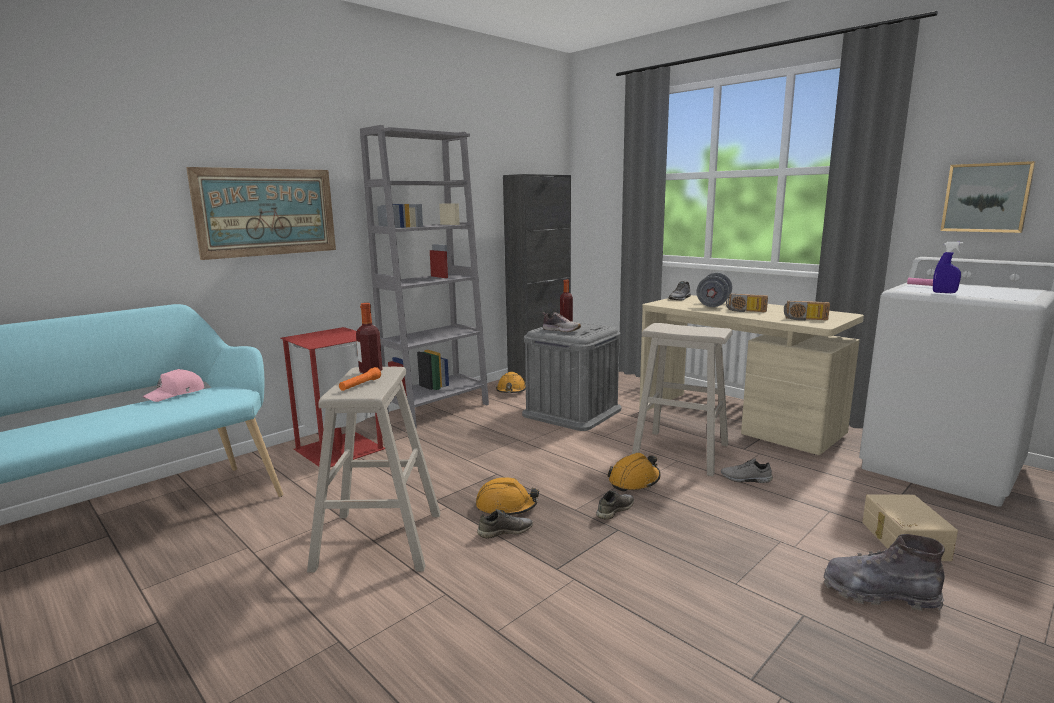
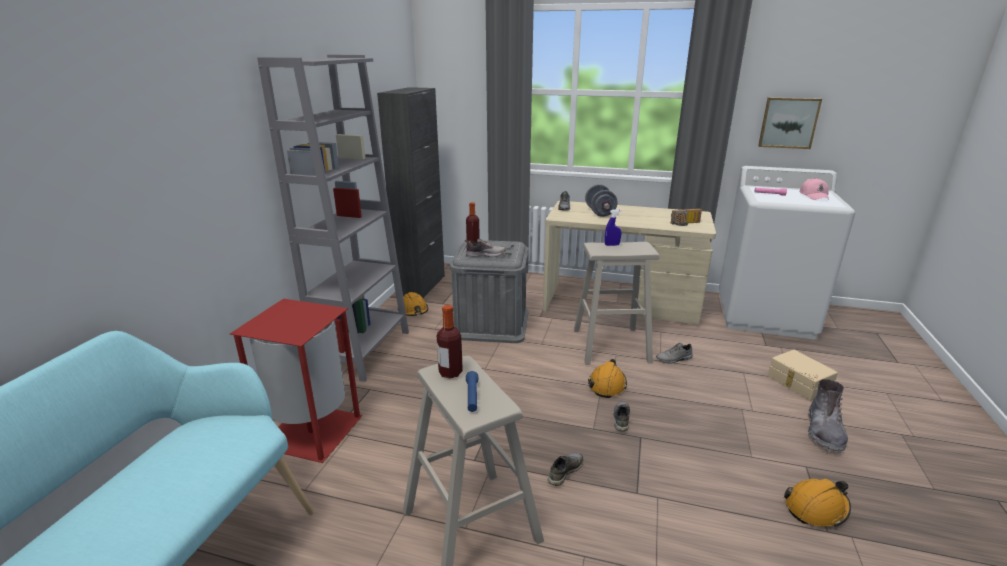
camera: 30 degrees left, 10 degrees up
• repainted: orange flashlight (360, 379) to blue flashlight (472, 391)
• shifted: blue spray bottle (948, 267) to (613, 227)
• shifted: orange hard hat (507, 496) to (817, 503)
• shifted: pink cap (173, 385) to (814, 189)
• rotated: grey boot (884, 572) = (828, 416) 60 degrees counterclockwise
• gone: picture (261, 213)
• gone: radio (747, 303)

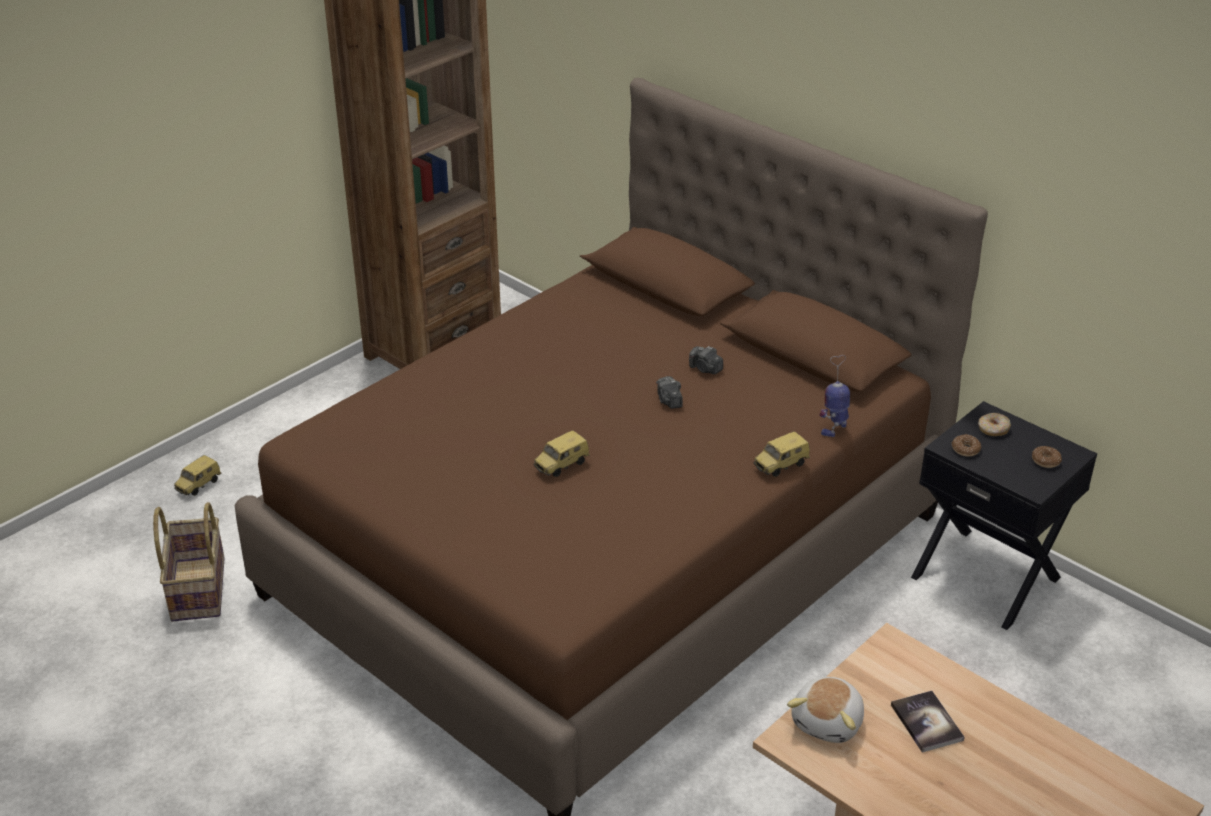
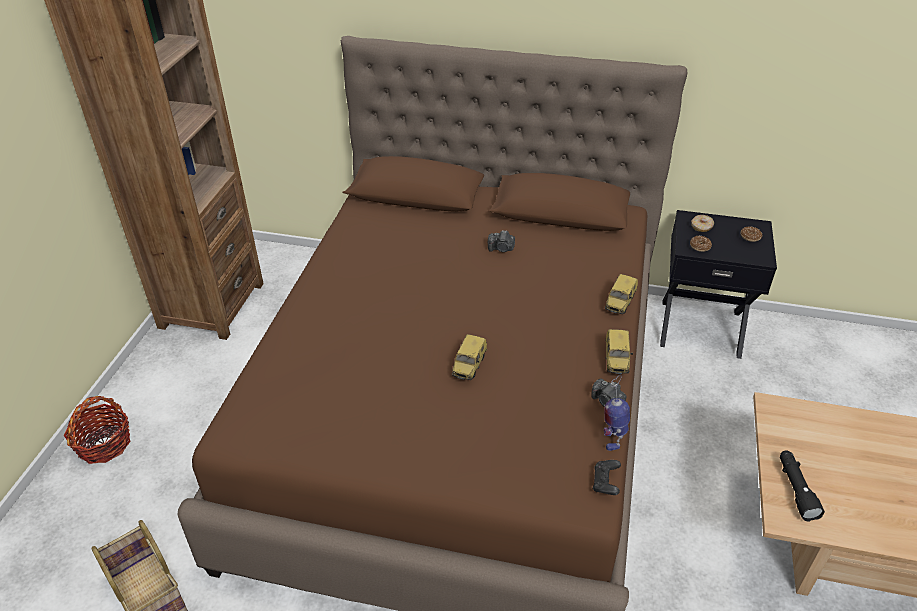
camera: 30 degrees left, 5 degrees up
• new: basket (97, 430)
• shifted: photo camera (669, 392) to (608, 393)
• new: black game controller (607, 477)
• shifted: toy robot (834, 396) to (617, 413)
• shifted: toy car (198, 475) to (619, 351)
• swapped: plush toy (825, 710) to black flashlight (802, 486)
• gone: book (928, 722)

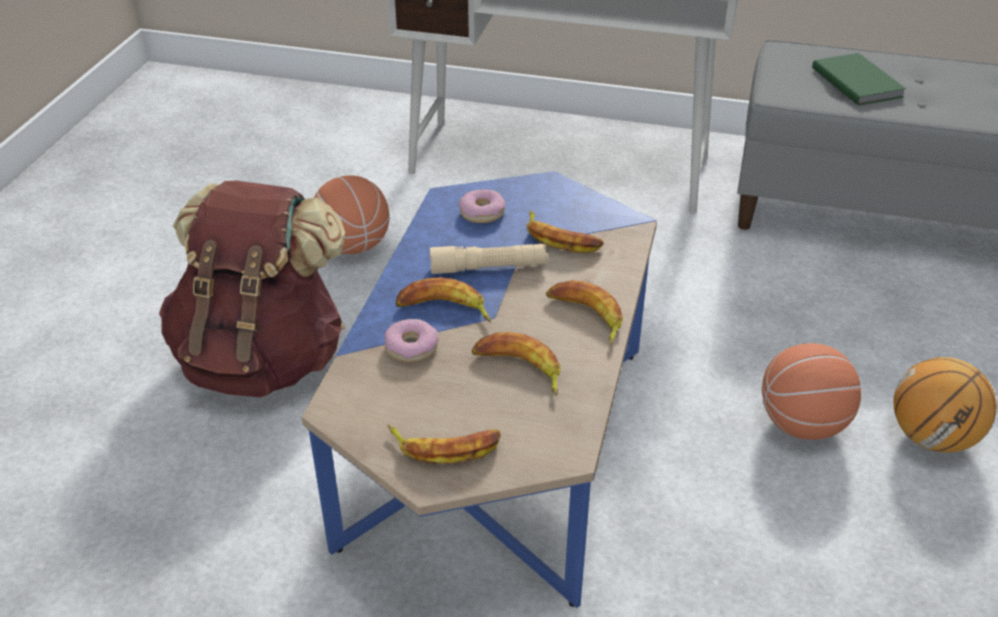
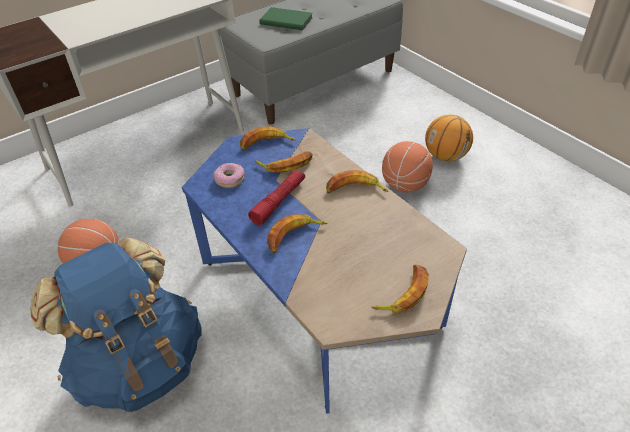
camera: 50 degrees left, 5 degrees up
• repainted: brown backpack (252, 289) to blue backpack (116, 324)
• shifted: banana (516, 364) to (268, 138)
• repainted: beige flashlight (489, 259) to red flashlight (276, 197)
• gone: donut (412, 340)

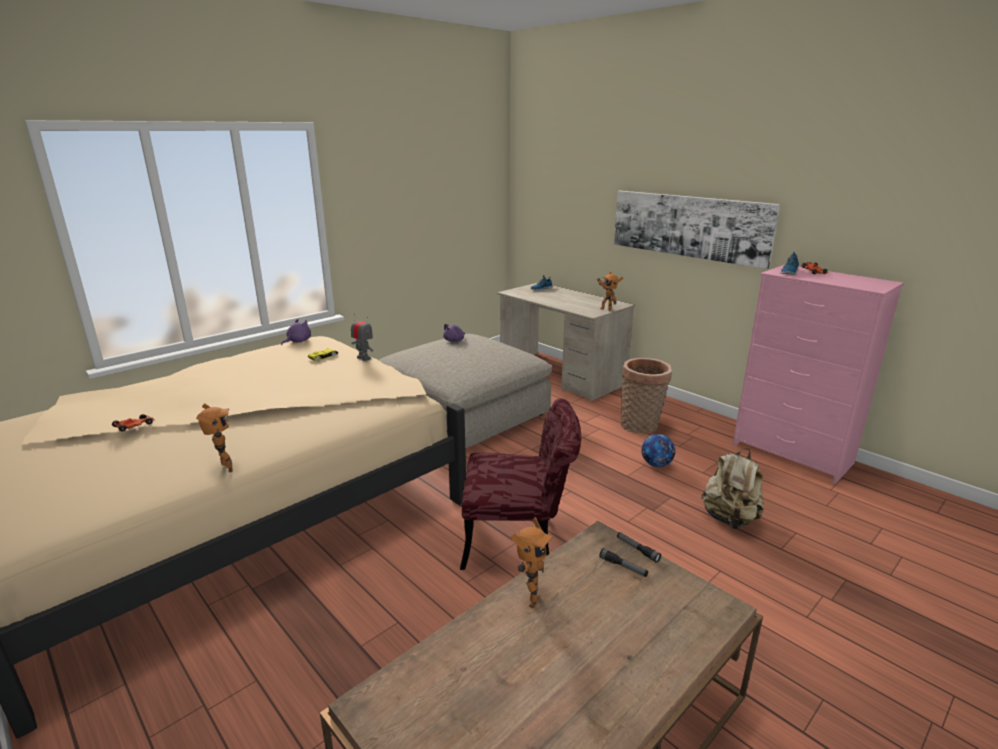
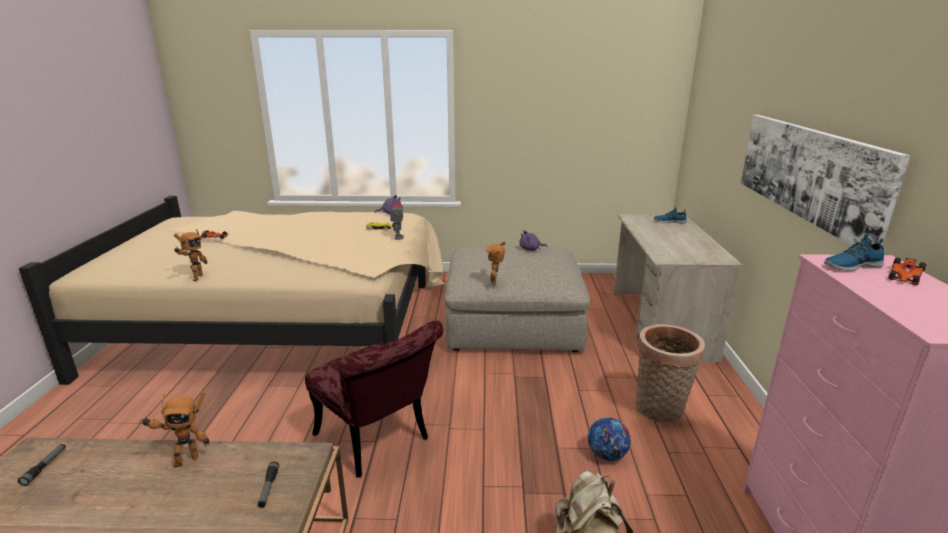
camera: 45 degrees right, 0 degrees up
• shifted: flashlight (639, 547) to (42, 465)
• shifted: toy robot (610, 291) to (495, 264)

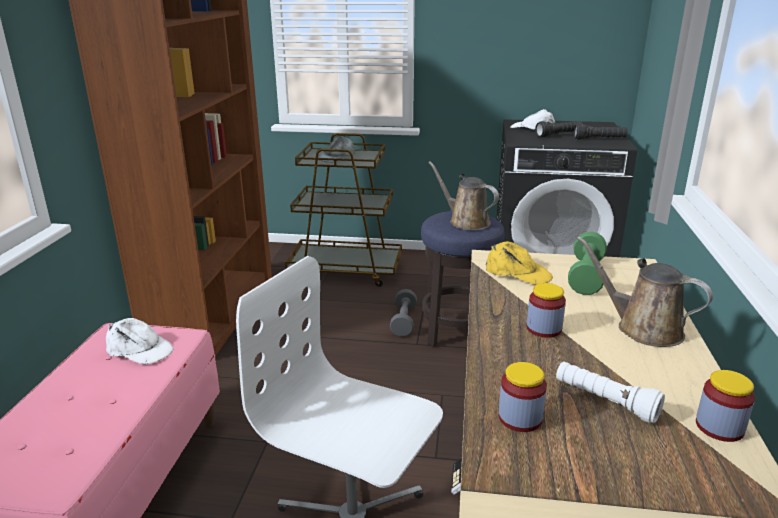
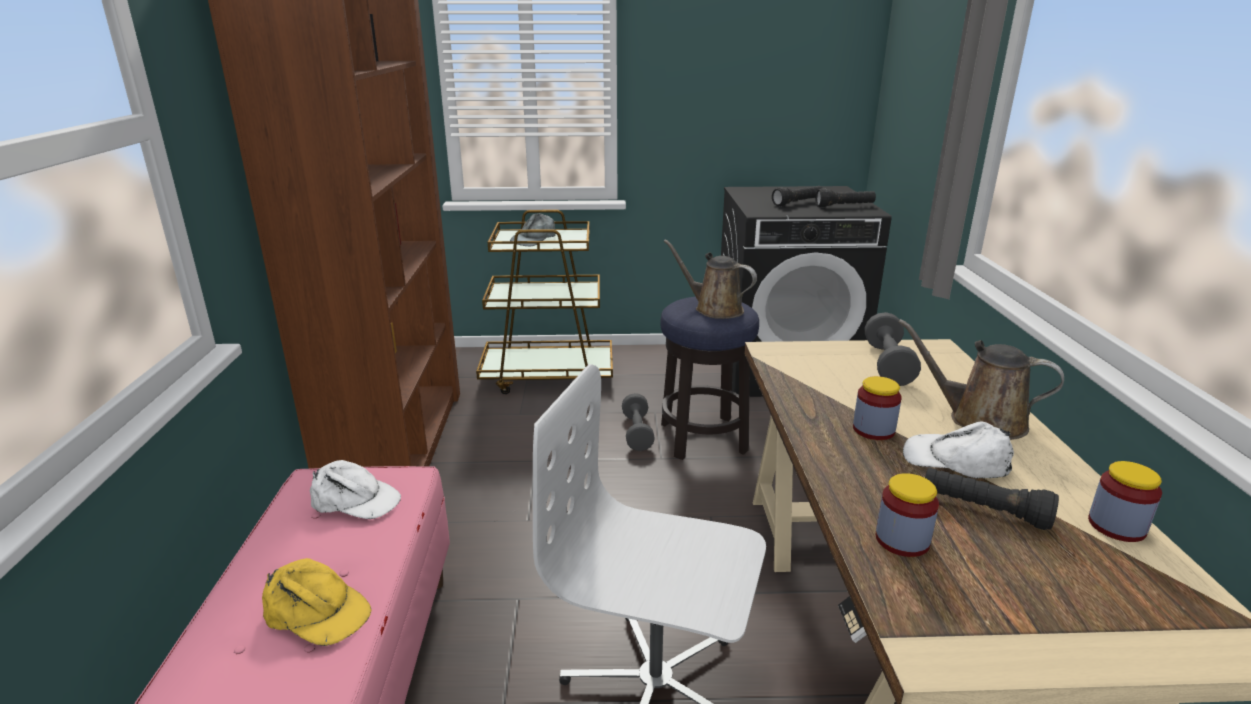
camera: 10 degrees left, 0 degrees up
• shifted: yellow cap (519, 263) to (316, 602)
• repainted: green dumbbell (587, 263) to grey dumbbell (892, 349)
• shifted: white cap (532, 119) to (958, 450)
• repainted: white flashlight (610, 392) to black flashlight (992, 499)

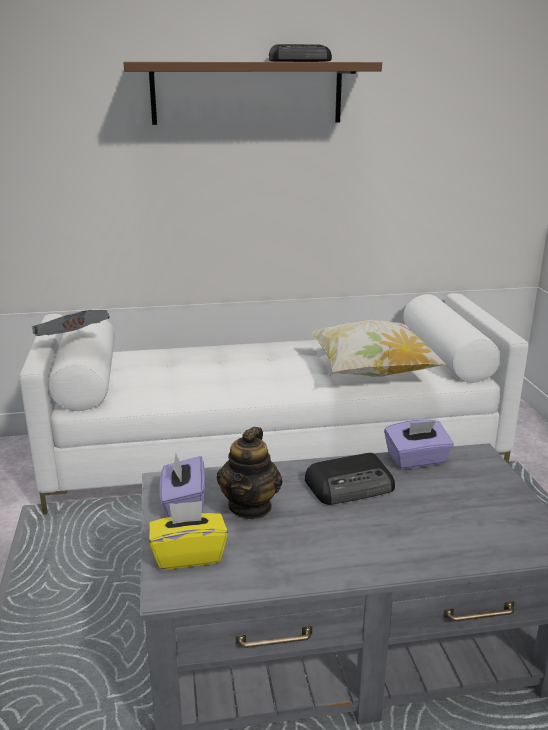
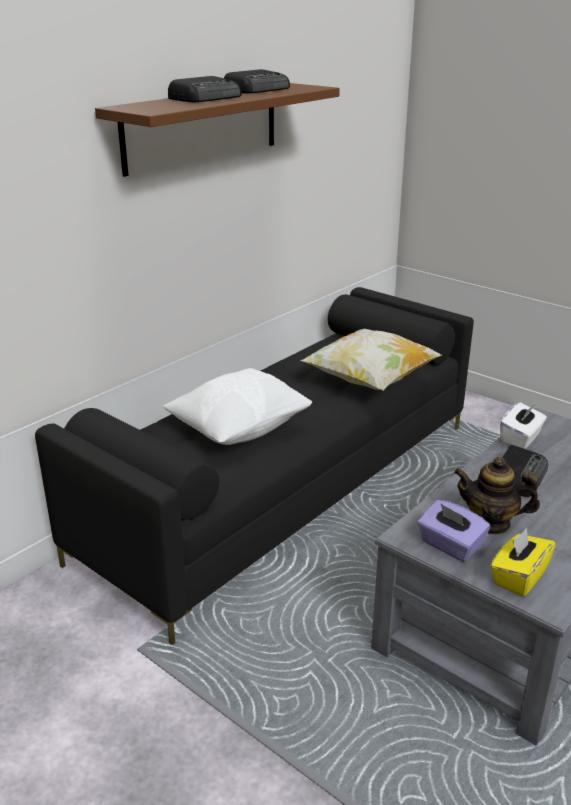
camera: 40 degrees left, 5 degrees up
• repainted: white sofa (274, 403) to black sofa (254, 466)
• new: white pillow (237, 406)
• new: radio (205, 89)
• rotated: teapot (249, 473) = (497, 496) 135 degrees clockwise
• repainted: purple tissue box (419, 444) to white tissue box (523, 425)
• gone: newspaper (71, 323)

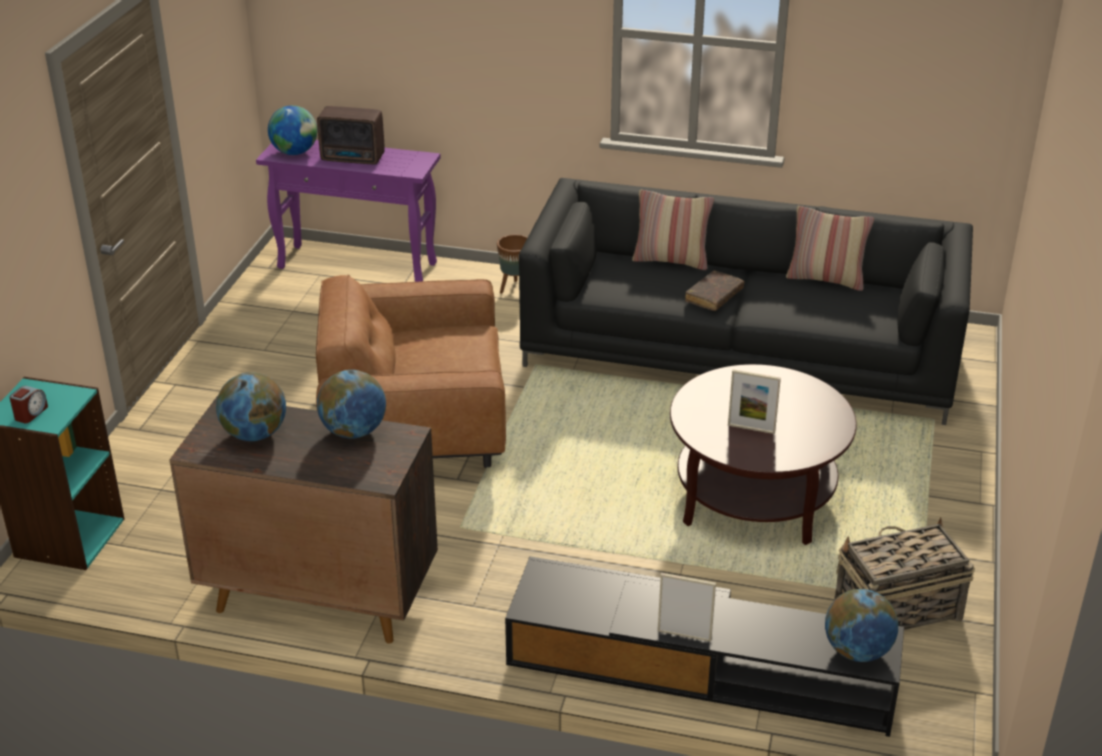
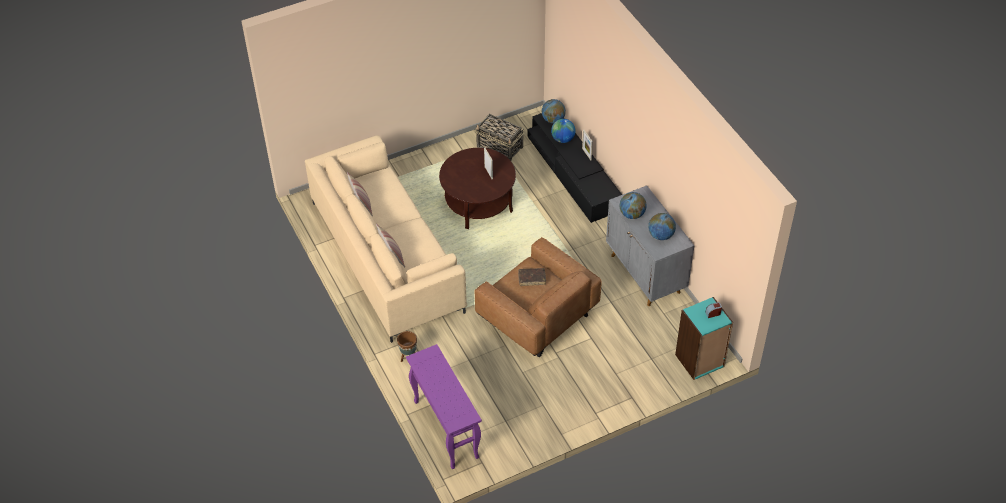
camera: 130 degrees left, 15 degrees up
• repainted: black sofa (746, 301) to beige sofa (386, 239)
• shifted: brown book (714, 291) to (532, 277)
• shifted: globe (292, 130) to (563, 131)
• repainted: brown cabinet (303, 520) to grey cabinet (650, 245)
• gone: radio (351, 135)

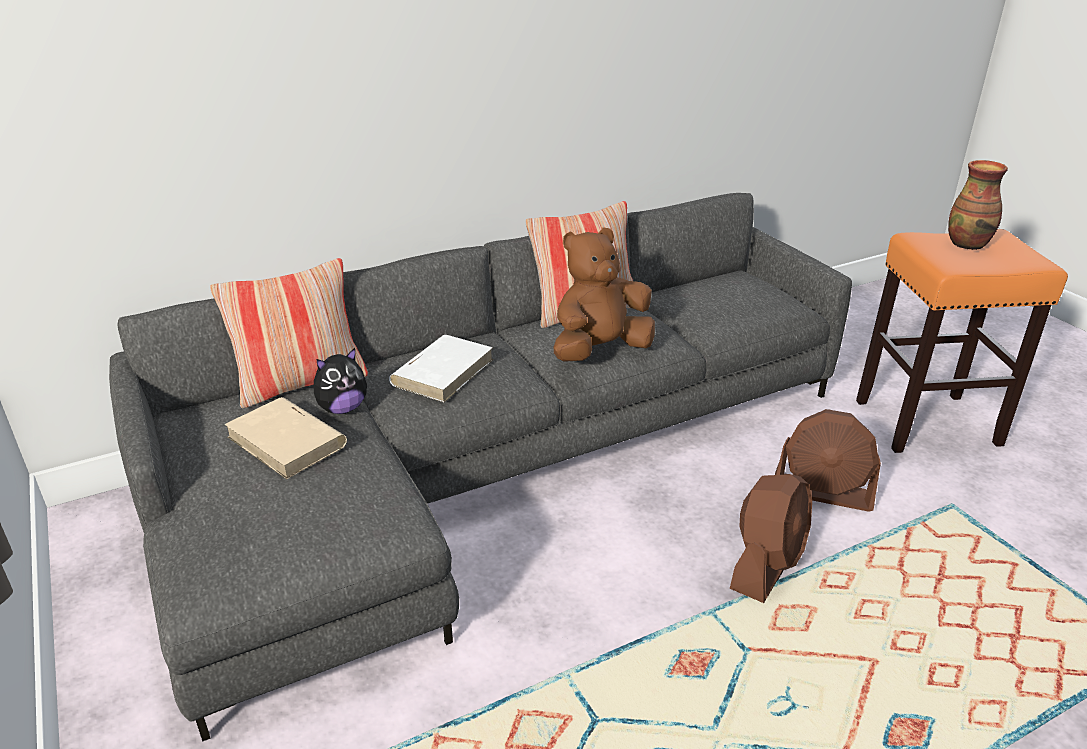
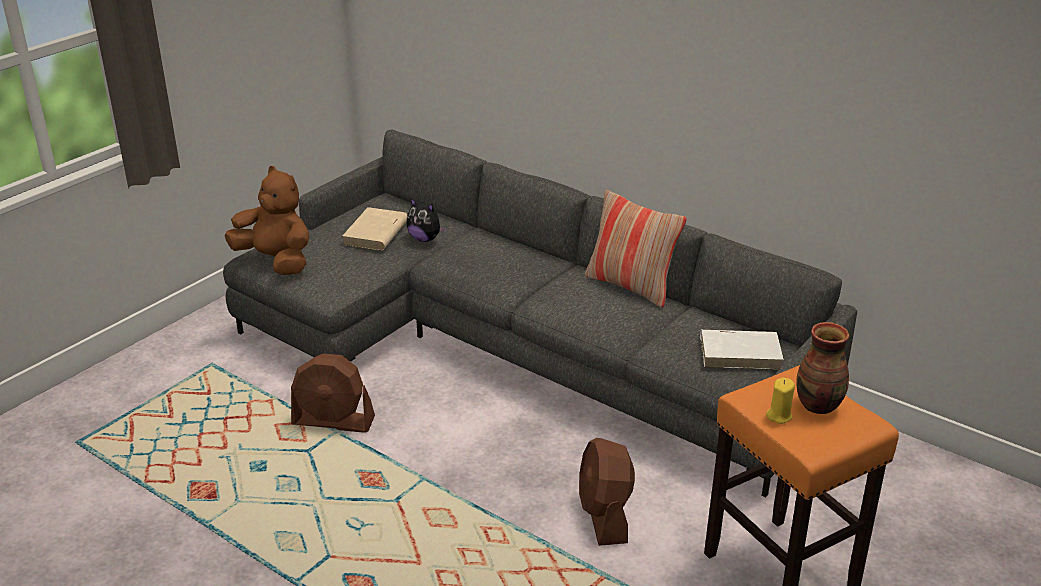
camera: 65 degrees right, 0 degrees up
• shifted: brown plush toy (604, 295) to (267, 220)
• shifted: brown fan (771, 538) to (333, 393)
• shifted: white book (441, 368) to (742, 350)
• new: yellow candle (780, 400)
• gone: pillow (289, 333)

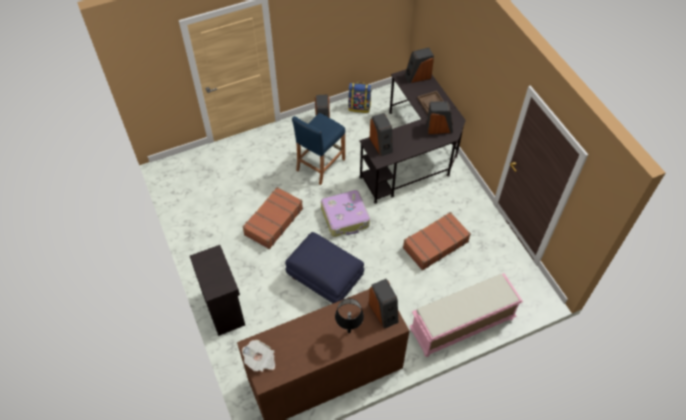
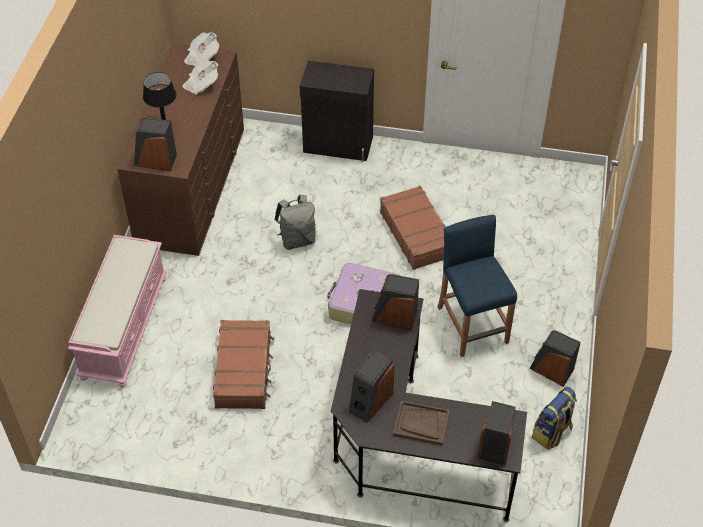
camera: 125 degrees right, 5 degrees down
• new: newspaper (200, 77)
• swapped: blue ottoman (324, 267) to grey backpack (295, 222)

